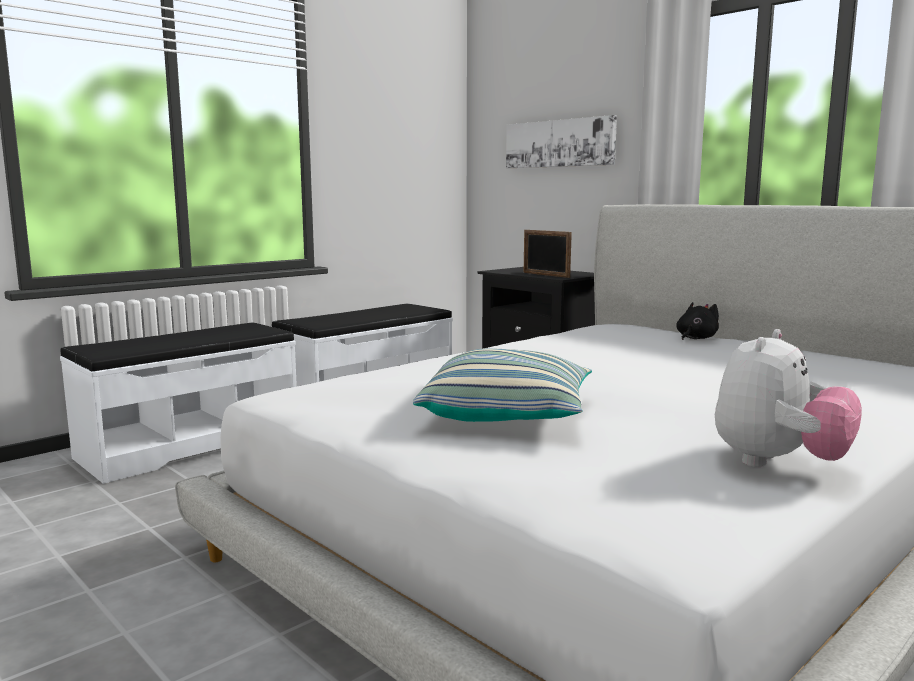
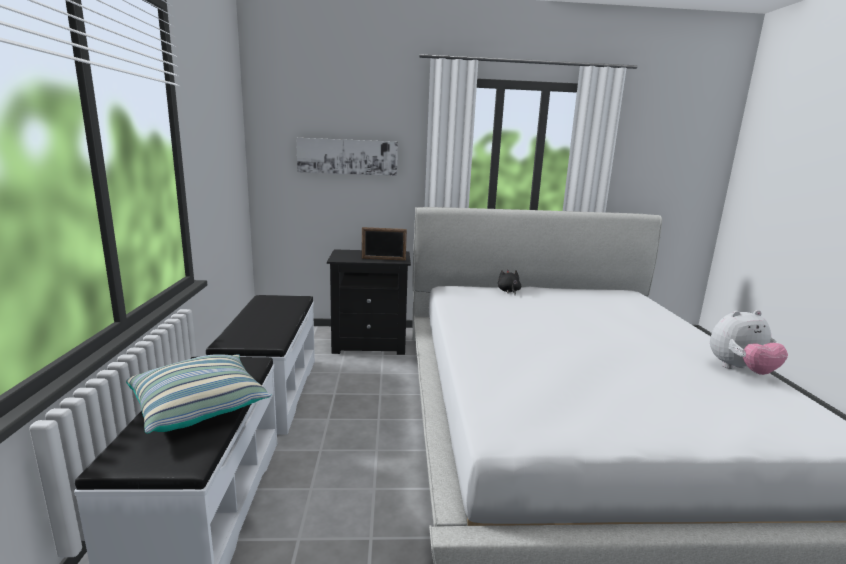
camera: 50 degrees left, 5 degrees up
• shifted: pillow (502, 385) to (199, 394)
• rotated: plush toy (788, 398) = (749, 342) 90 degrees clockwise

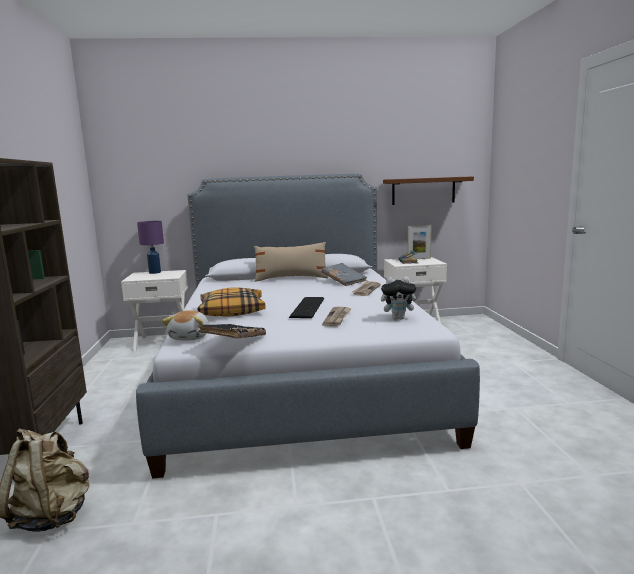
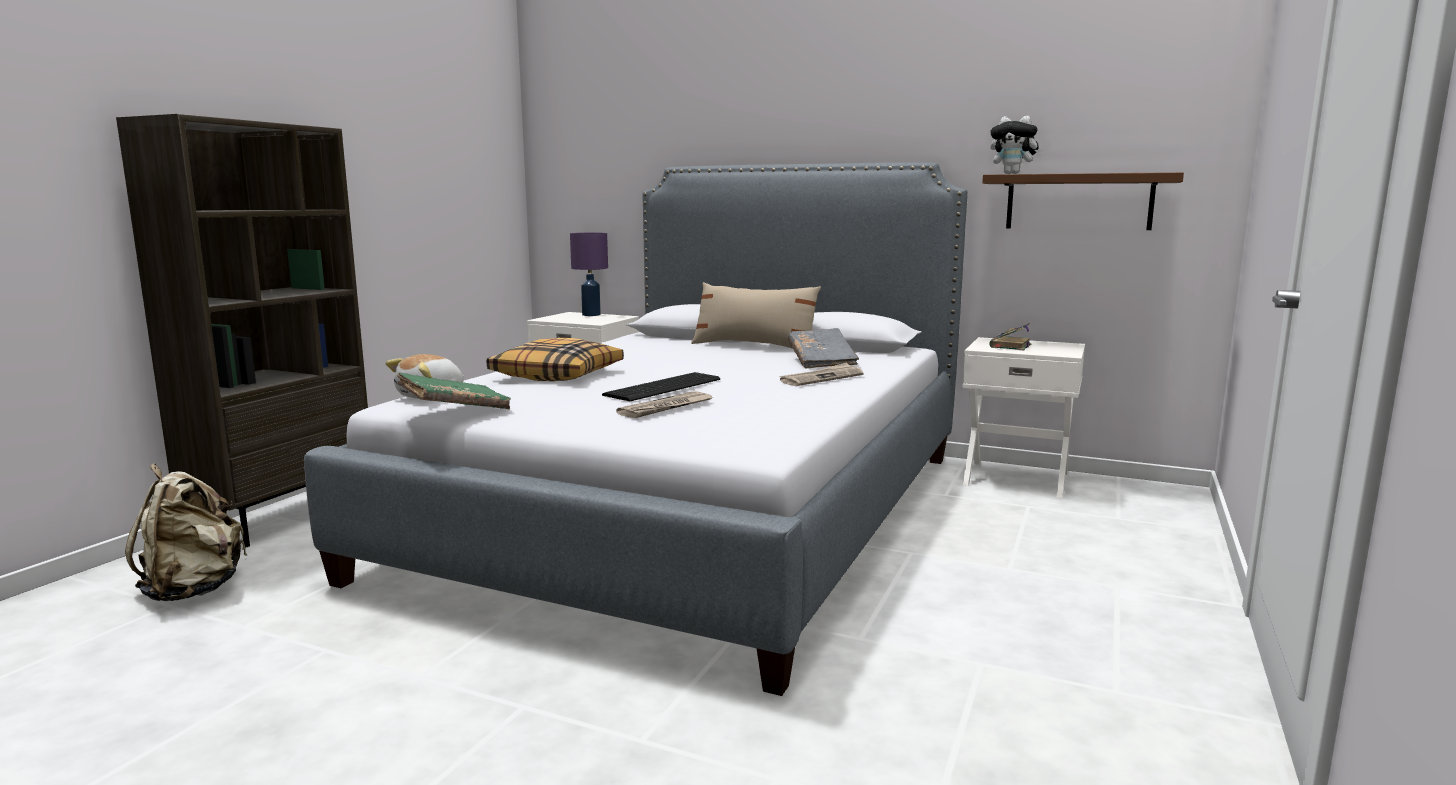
camera: 30 degrees right, 0 degrees up
• repainted: black book (232, 331) to green book (454, 391)
• shifted: plush toy (401, 298) to (1016, 145)
• gone: picture frame (419, 242)

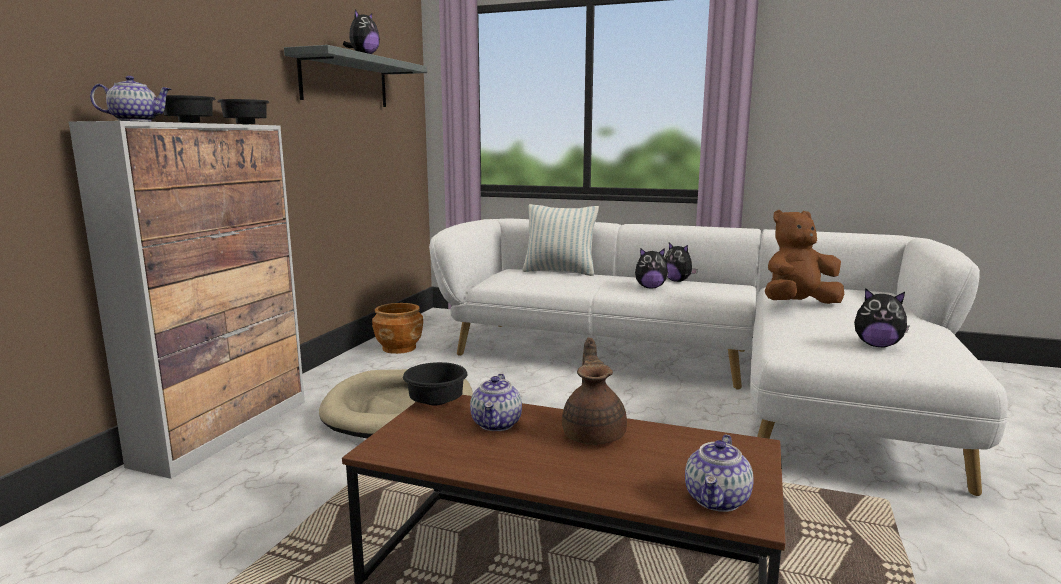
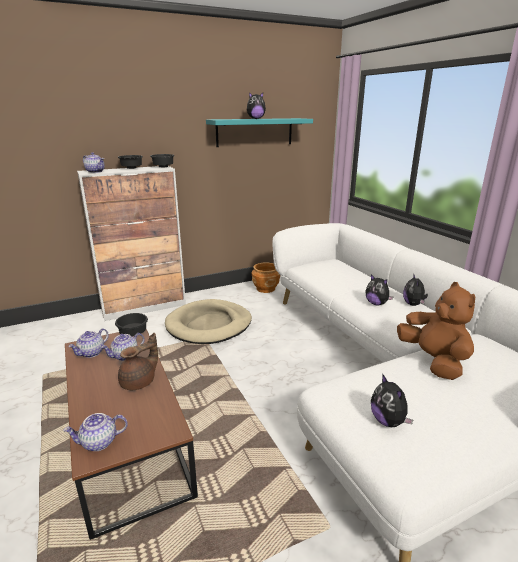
camera: 45 degrees right, 10 degrees up
• new: teapot (88, 343)
• repainted: grey shelf (355, 76) to turquoise shelf (259, 132)
• rotated: brown plush toy (804, 257) = (436, 331) 45 degrees clockwise
• gone: pillow (560, 240)

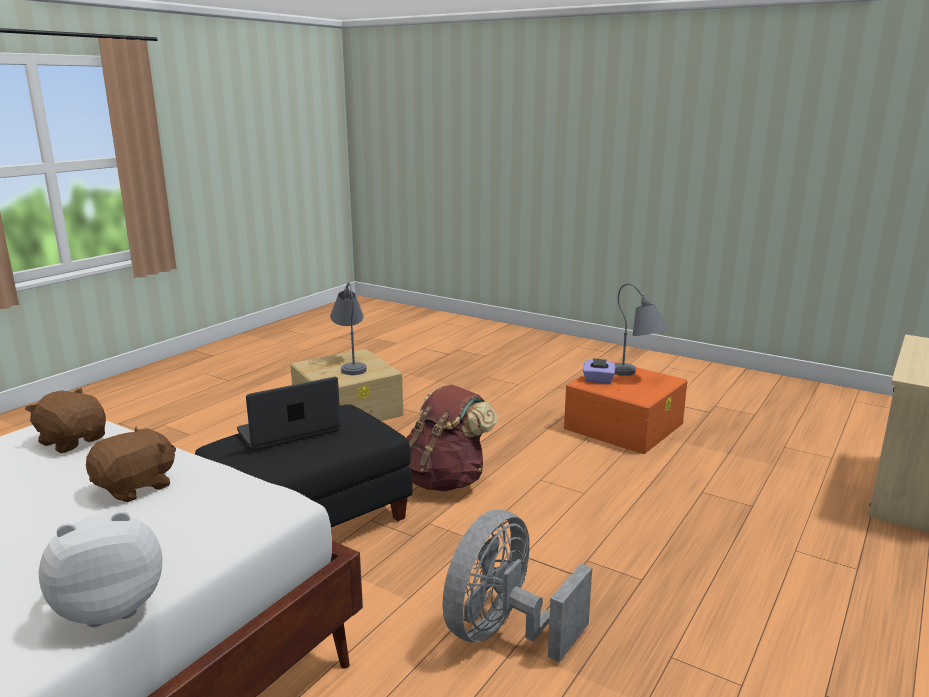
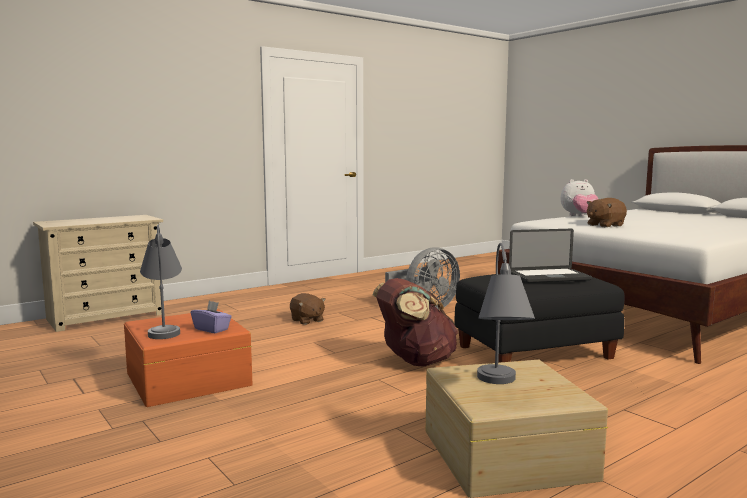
camera: 160 degrees left, 10 degrees down
• shifted: brown plush toy (65, 420) to (308, 309)

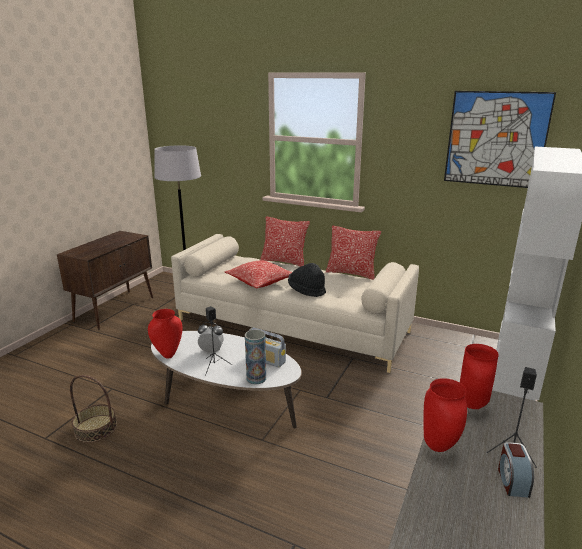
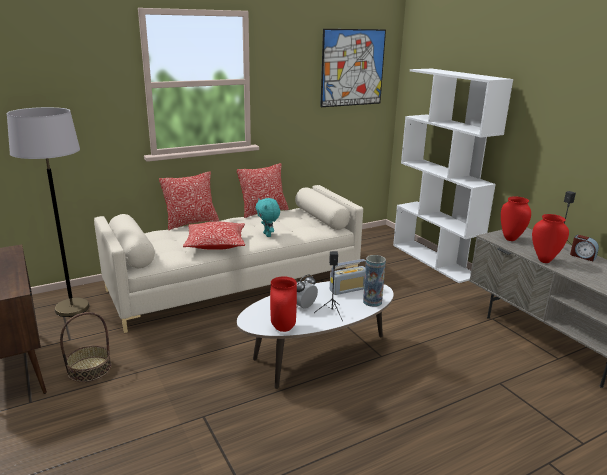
camera: 55 degrees left, 0 degrees up
• shifted: basket (93, 409) to (86, 347)
• swapped: black hat (307, 280) to turquoise plush toy (268, 217)

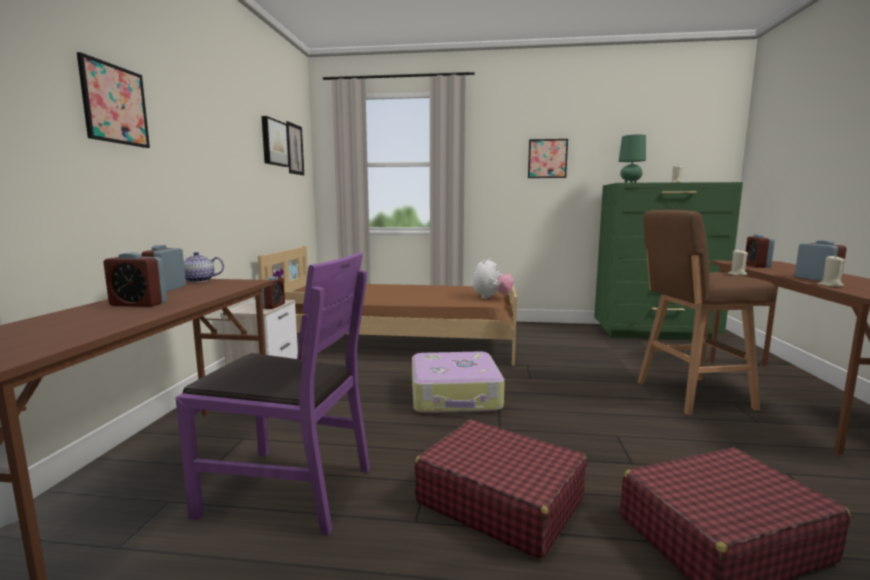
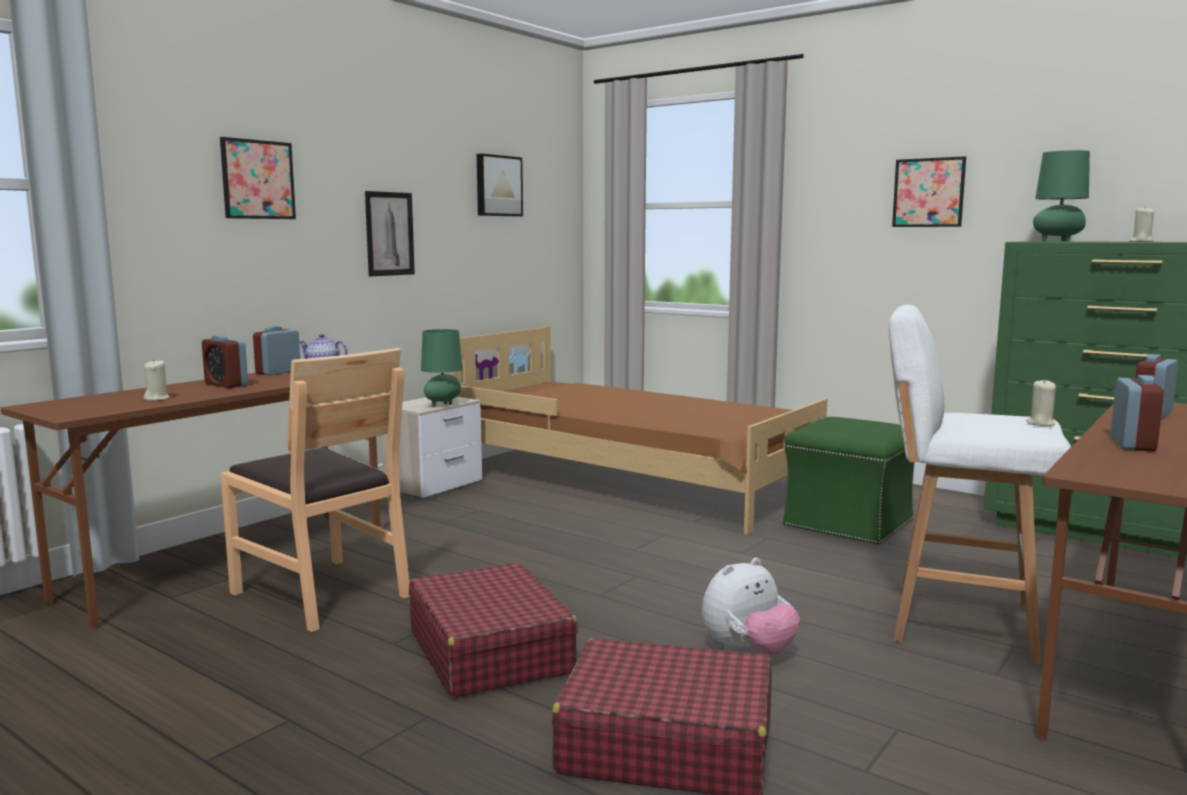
camera: 30 degrees right, 0 degrees up
• shifted: beige candle (832, 271) to (157, 380)
• repainted: purple chair (272, 393) to brown chair (315, 490)
• shifted: picture (295, 148) to (390, 233)
• swapped: alarm clock (273, 292) to green table lamp (442, 368)
• shifted: plush toy (493, 278) to (751, 607)
• new: green ottoman (849, 481)
• repainted: brown stool (707, 312) to white stool (980, 485)
• gone: suitcase (458, 382)

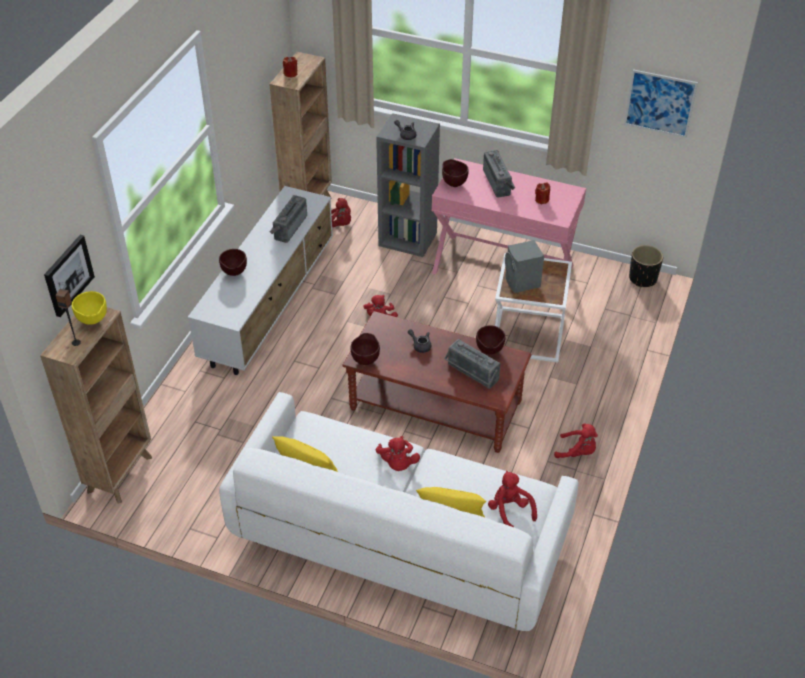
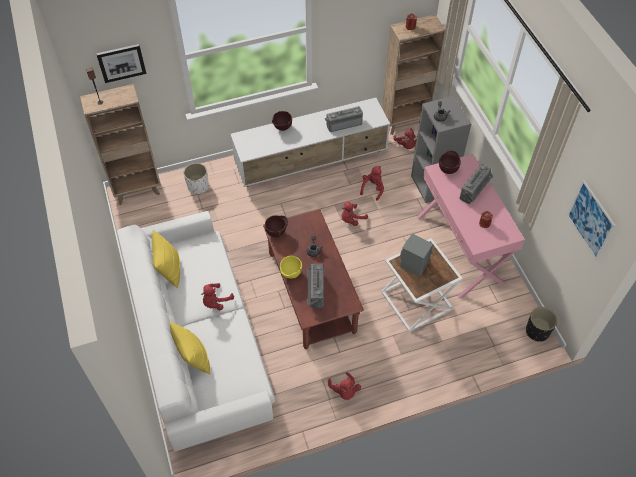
camera: 50 degrees right, 10 degrees up
• new: white planter (196, 179)
• shifted: yellow bowl (89, 308) to (291, 267)
• shifted: red plush toy (512, 499) to (372, 183)
• gone: brown bowl (490, 339)

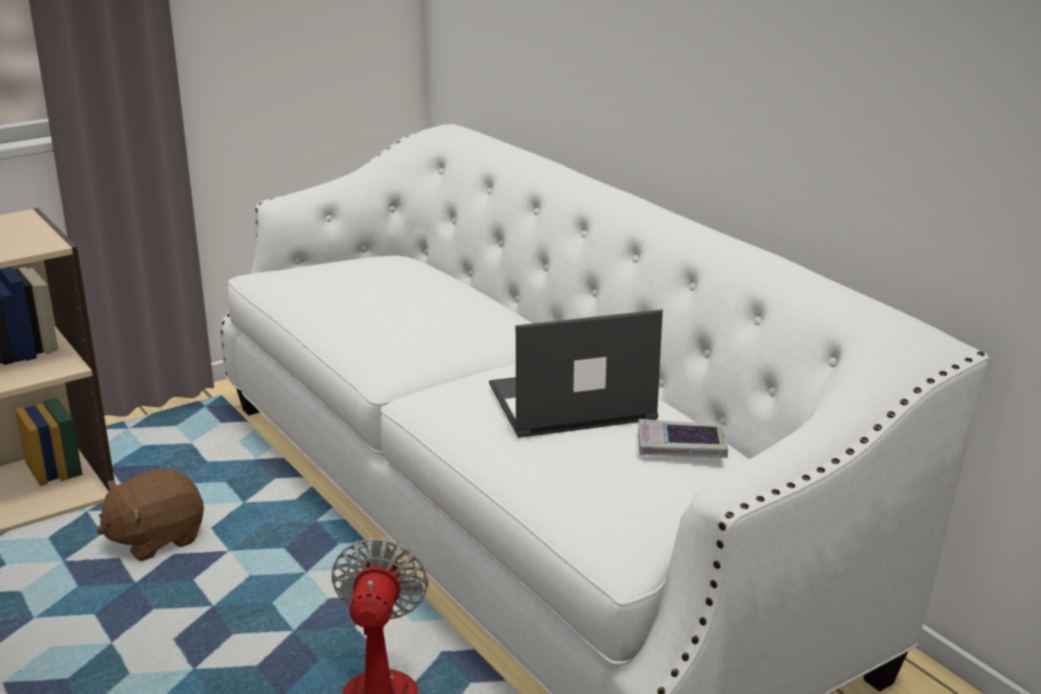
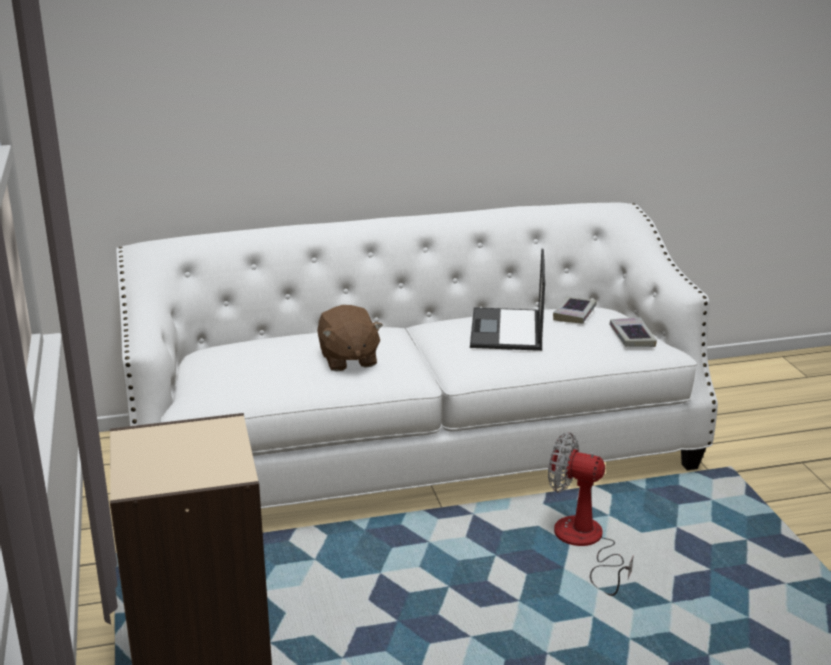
camera: 70 degrees left, 0 degrees up
• shifted: brown plush toy (150, 514) to (350, 338)
• new: book (633, 332)

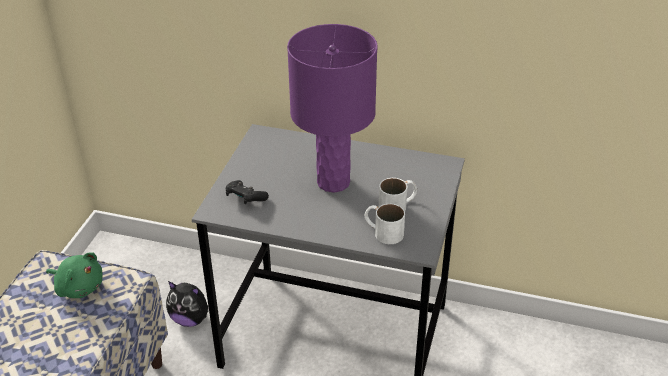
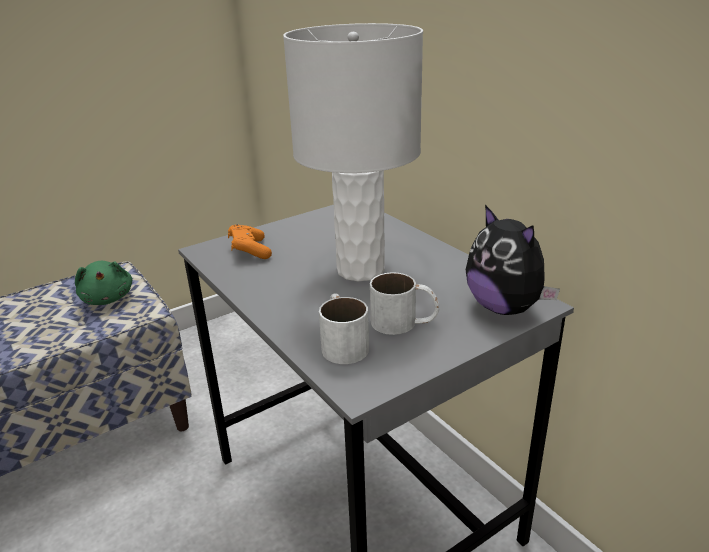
camera: 40 degrees right, 10 degrees down
• repainted: black game controller (247, 192) to orange game controller (250, 241)
• repainted: purple table lamp (332, 108) to white table lamp (353, 152)
• shifted: plush toy (187, 304) to (513, 260)

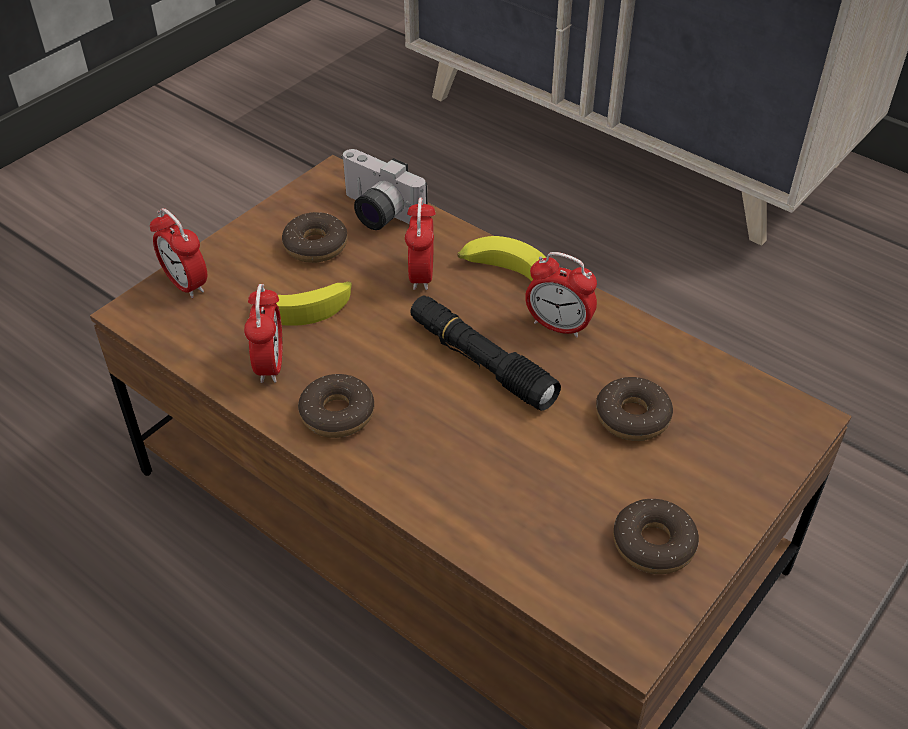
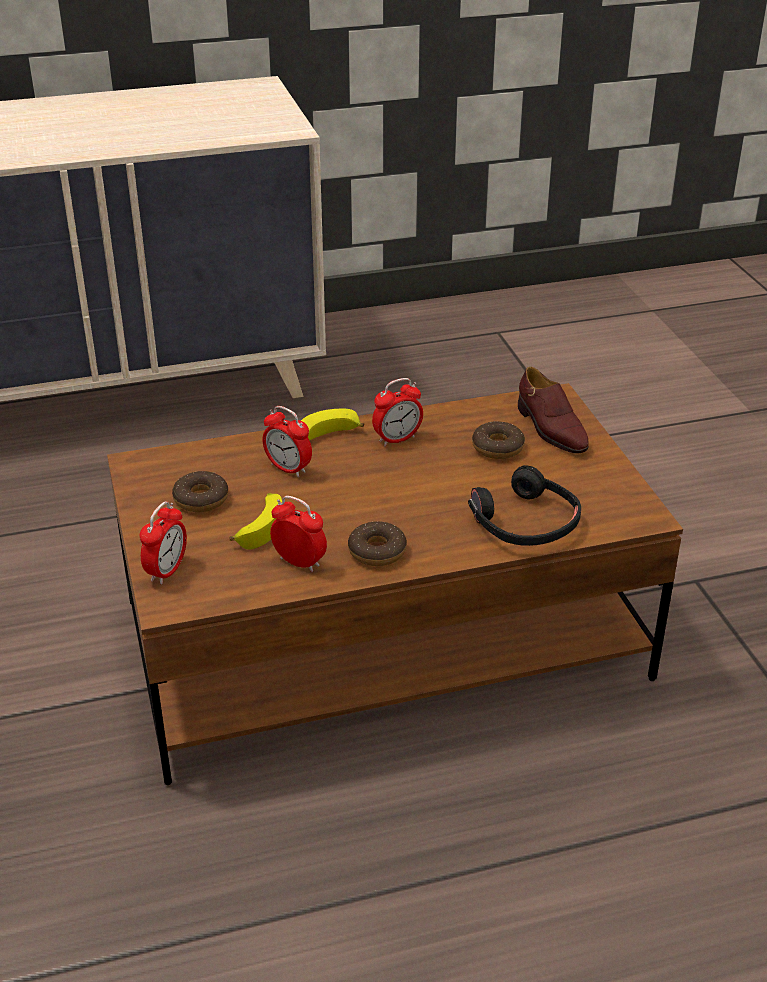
camera: 55 degrees left, 10 degrees down
• rotated: alarm clock (178, 253) = (163, 543) 60 degrees counterclockwise
• new: black headphones (524, 505)
• new: brown shoe (553, 410)
• gone: photo camera (384, 189)
• gone: black flashlight (485, 353)
• gone: donut (656, 536)

